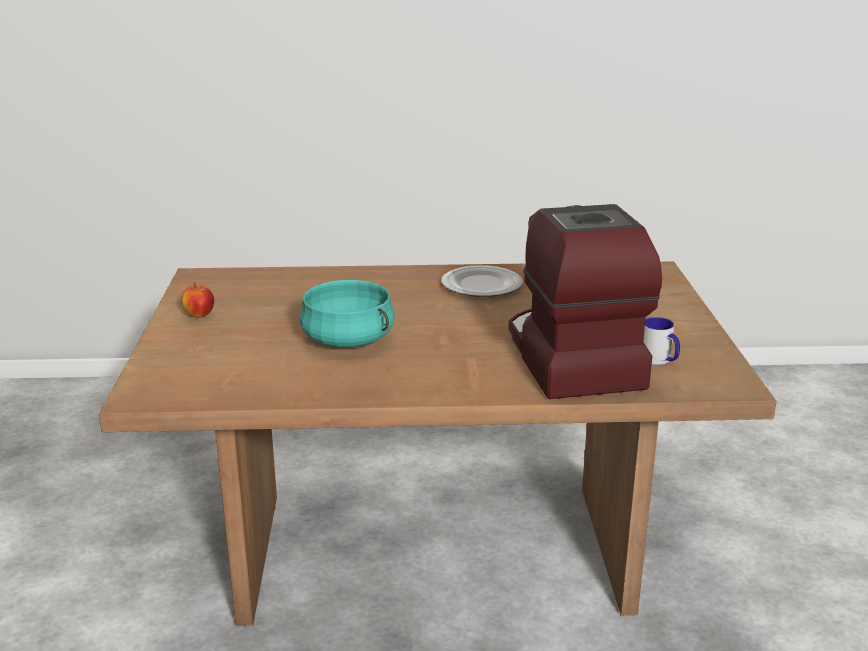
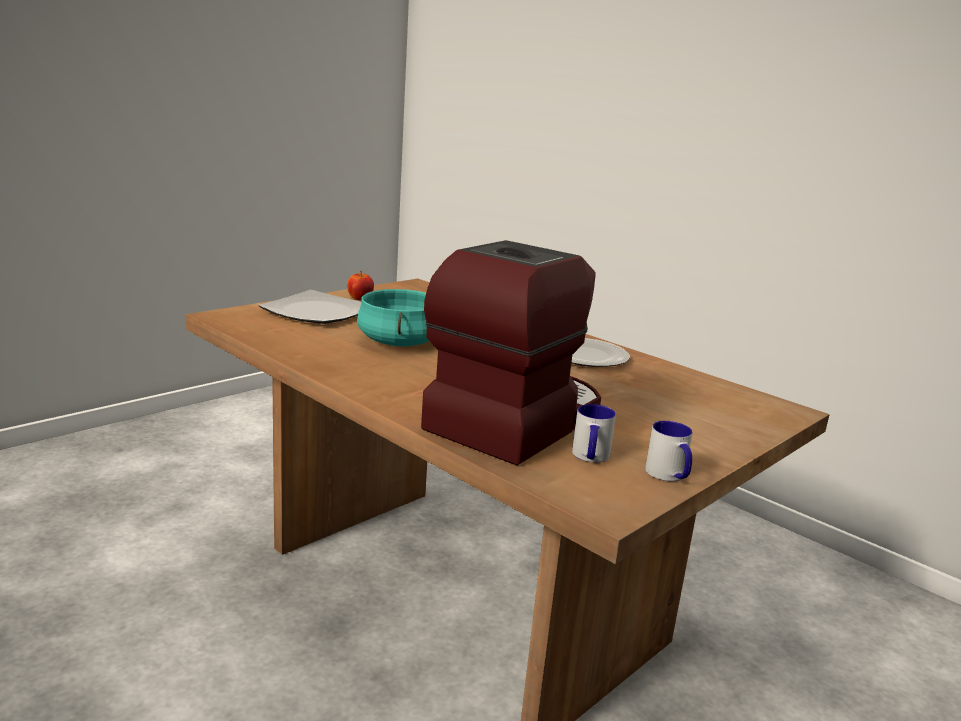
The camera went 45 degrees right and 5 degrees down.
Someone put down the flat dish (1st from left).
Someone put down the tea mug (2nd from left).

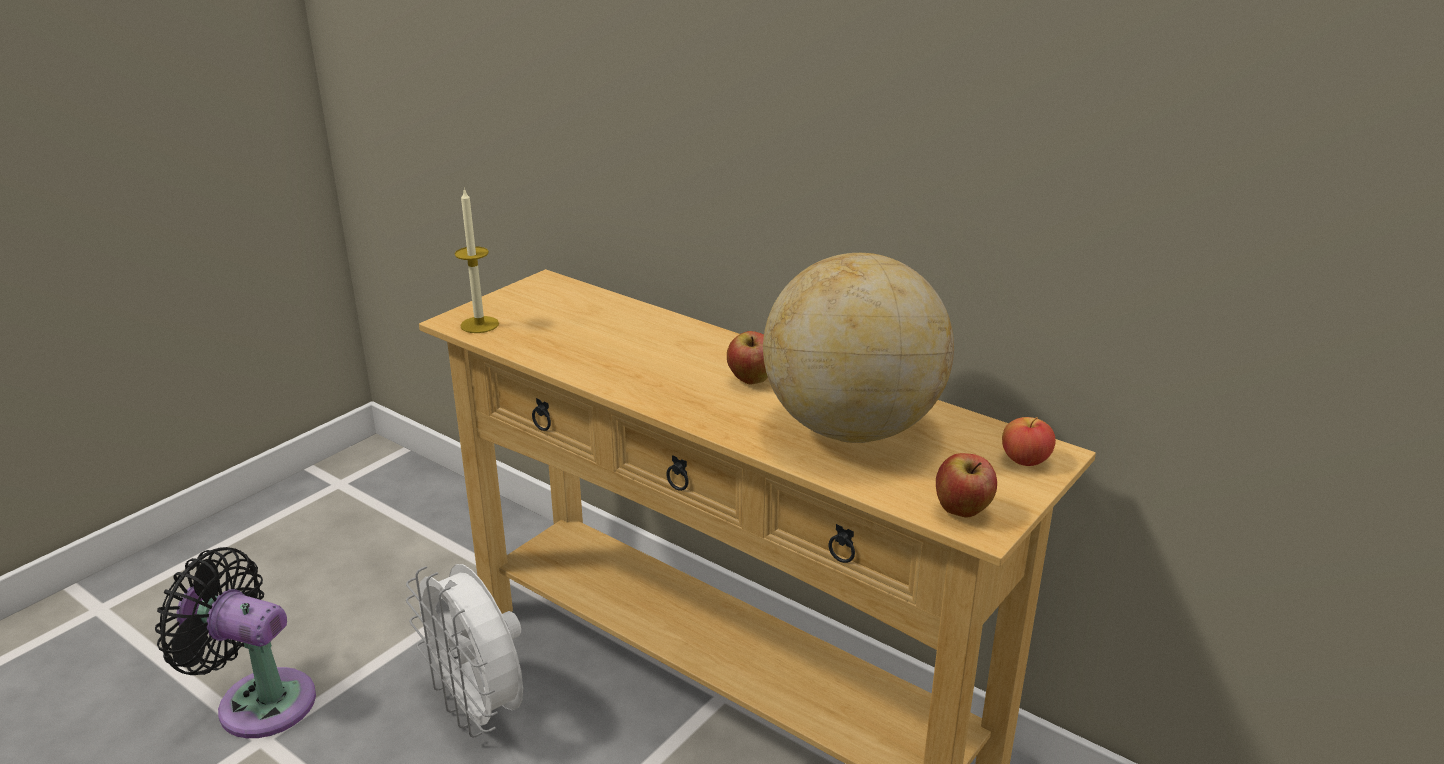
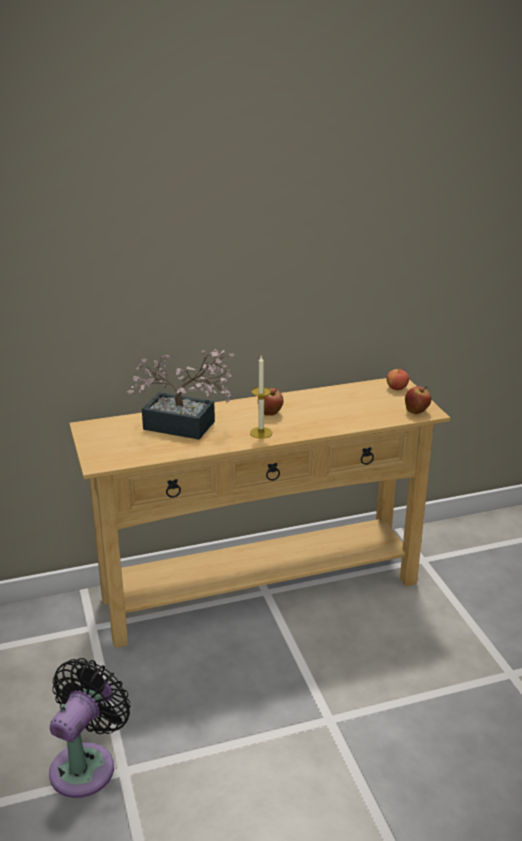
The camera went 55 degrees left and 0 degrees up.
Someone took away the cooling fan (whitish).
Someone took away the desk globe.
Someone put down the plant in a pot.
Someone carried the wax light.
Someone rotated the cooling fan (black) by 150 degrees clockwise.

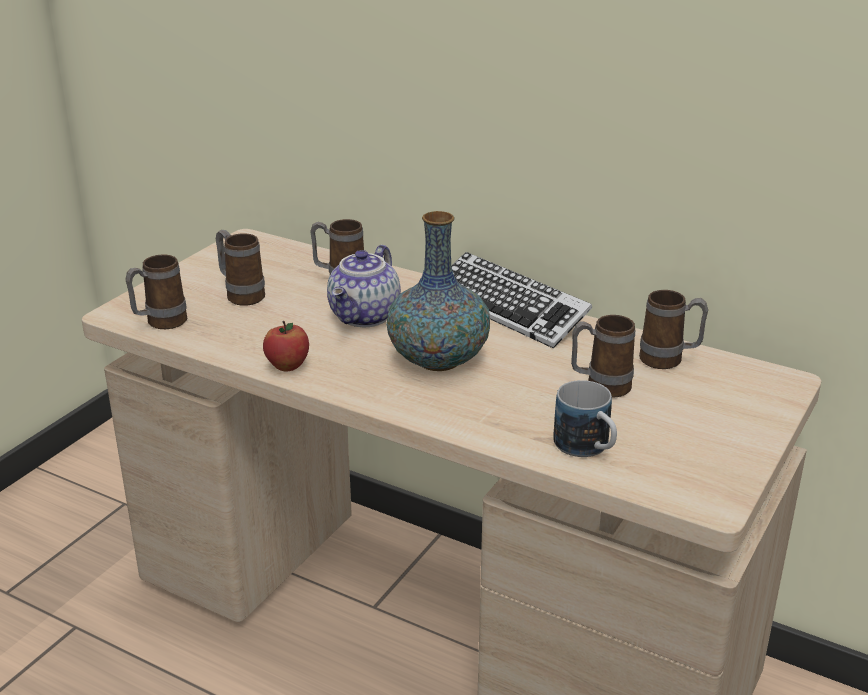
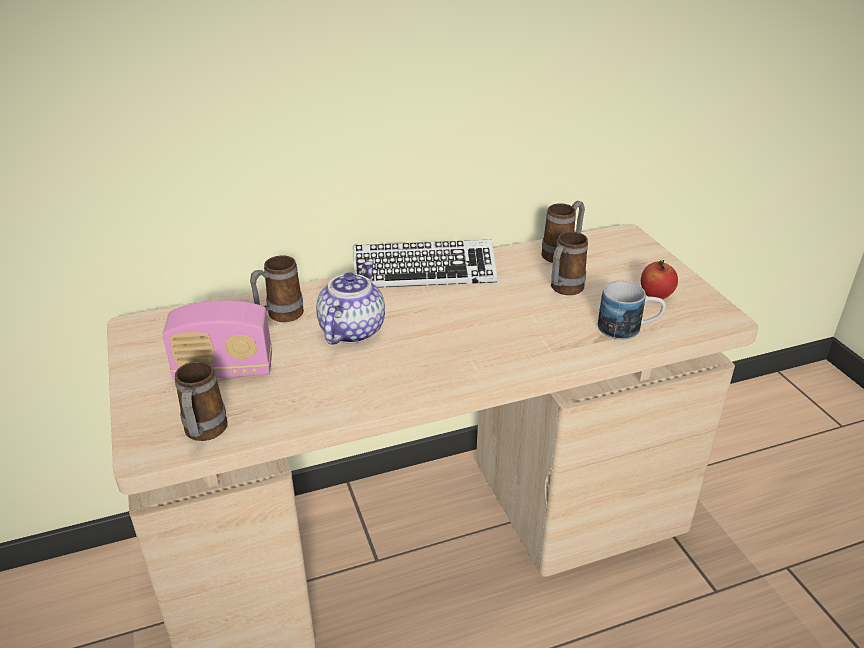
The camera went 50 degrees left and 5 degrees up.
Someone took away the flower vase.
Someone carried the apple.
Someone swapped the tea mug (2nd from left) for the radio receiver.
Someone rotated the teapot by 135 degrees counterclockwise.

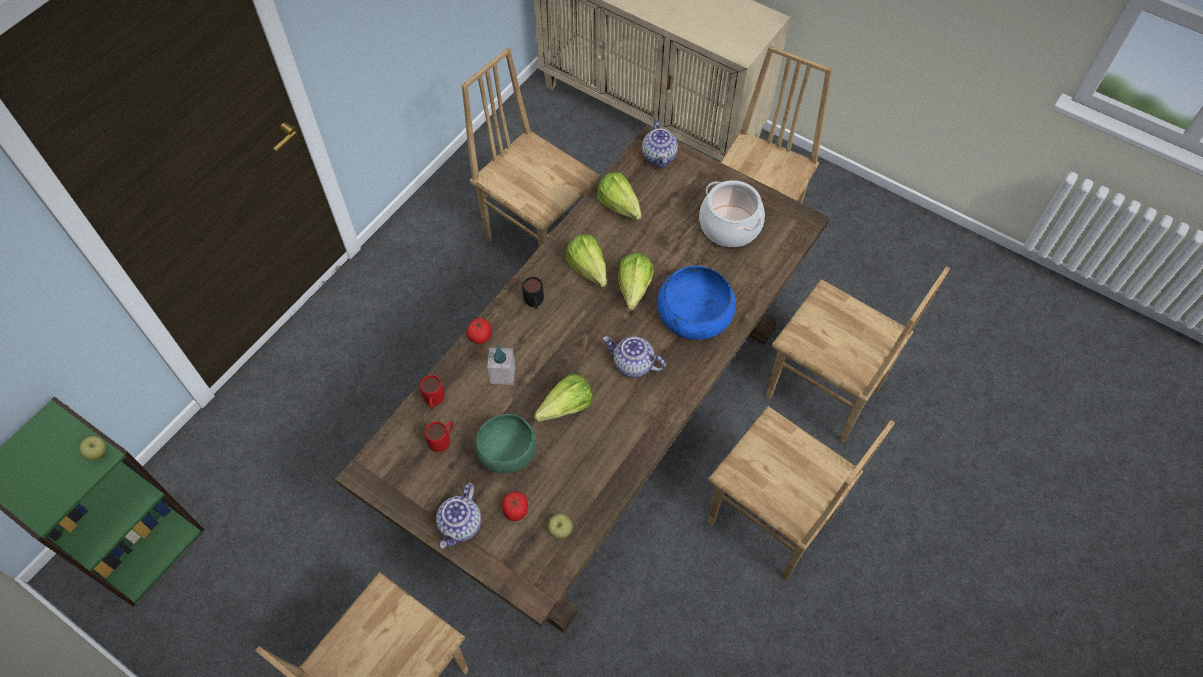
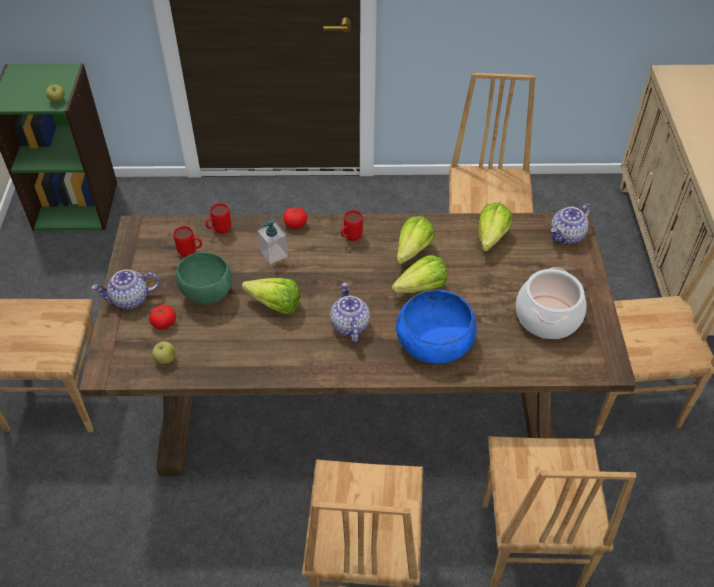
The camera went 55 degrees right and 10 degrees down.
Someone repainted the tea mug (black), which became the tea mug (reddish) (3rd from left).

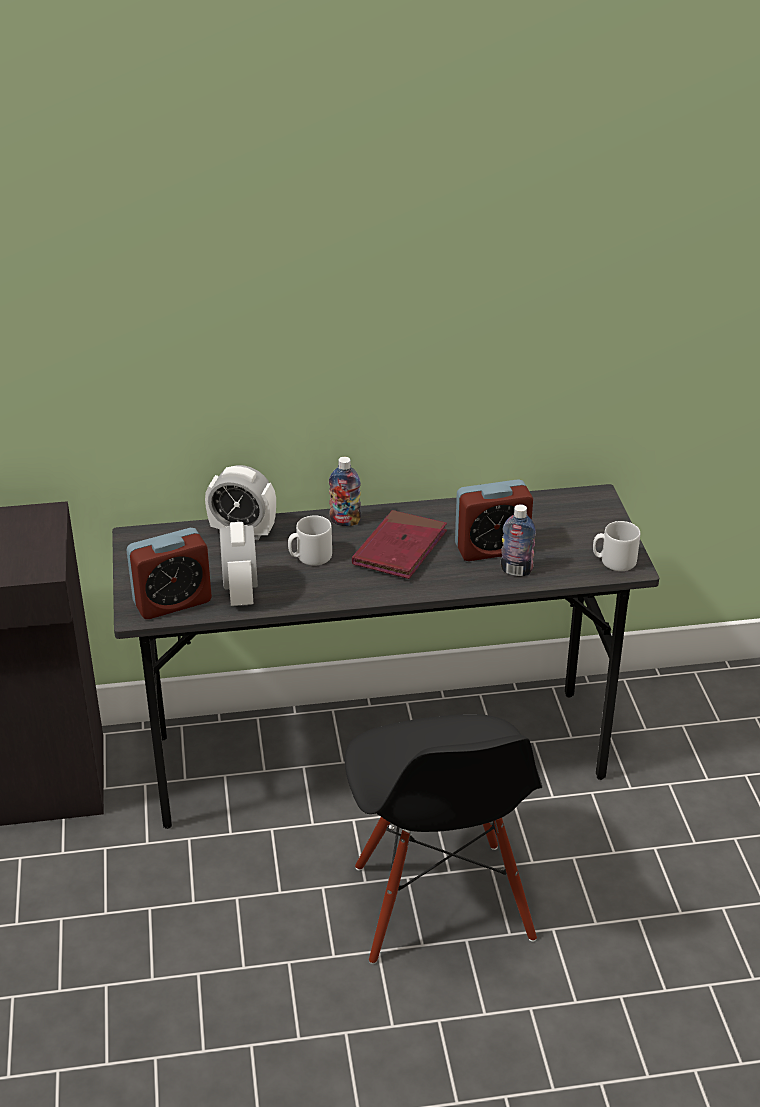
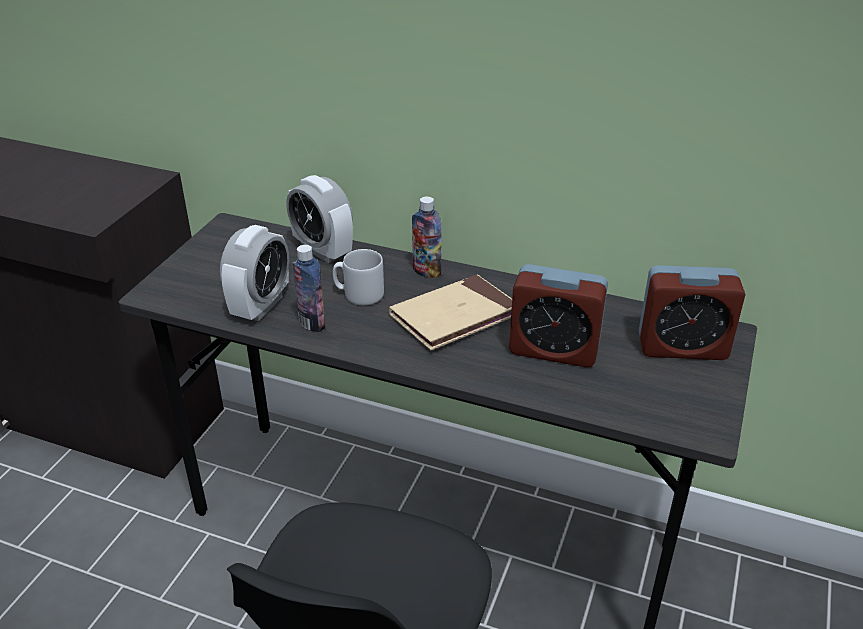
The camera went 30 degrees right and 0 degrees up.
Someone took away the tea mug (greyish) (2nd from left).
Someone carried the table clock (1st from left in the first image).
Someone carried the drink bottle (2nd from left in the first image).
Someone repainted the book (reddish), which became the book (sand-coloured).

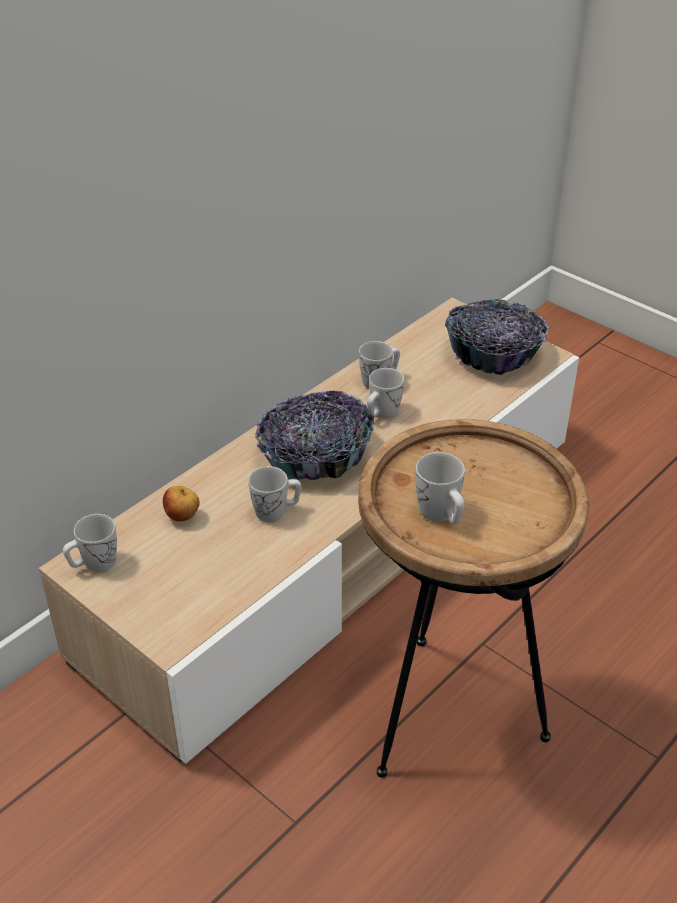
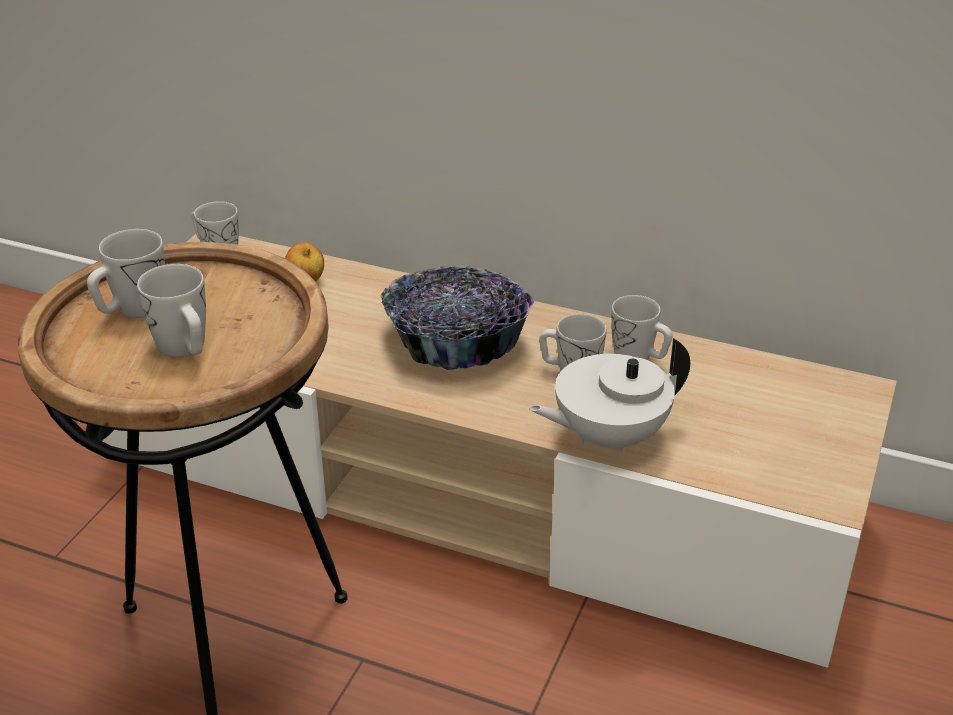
The camera went 70 degrees right and 5 degrees down.
Someone took away the bowl (2nd from left).
Someone put down the teapot (whitish).
Someone carried the tea mug (whitish) (2nd from left).

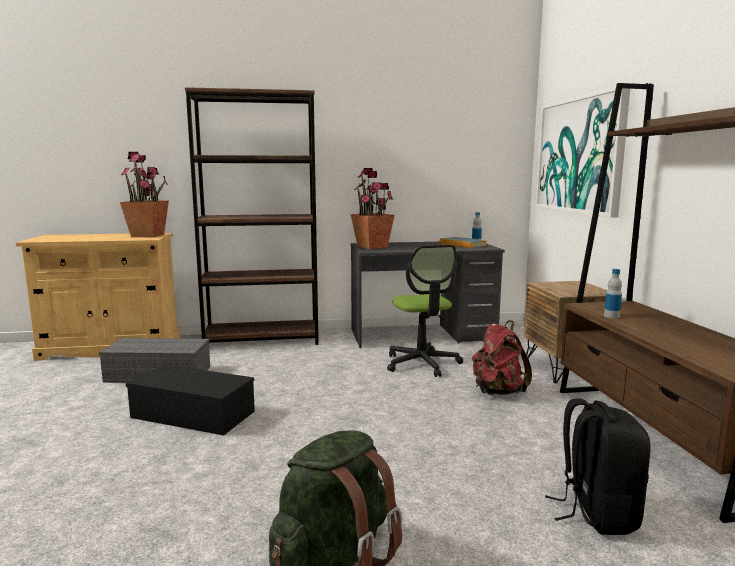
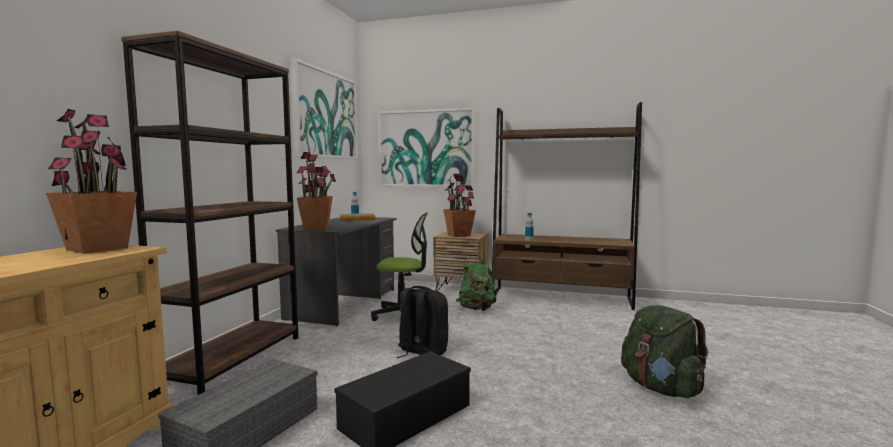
The camera went 65 degrees left and 5 degrees down.
Someone put up the wall art (1st from left).
Someone put down the plant in a pot (3rd from left).
Someone carried the backpack (black).
Someone repainted the backpack (reddish), which became the backpack (green-coloured) (1st from left).

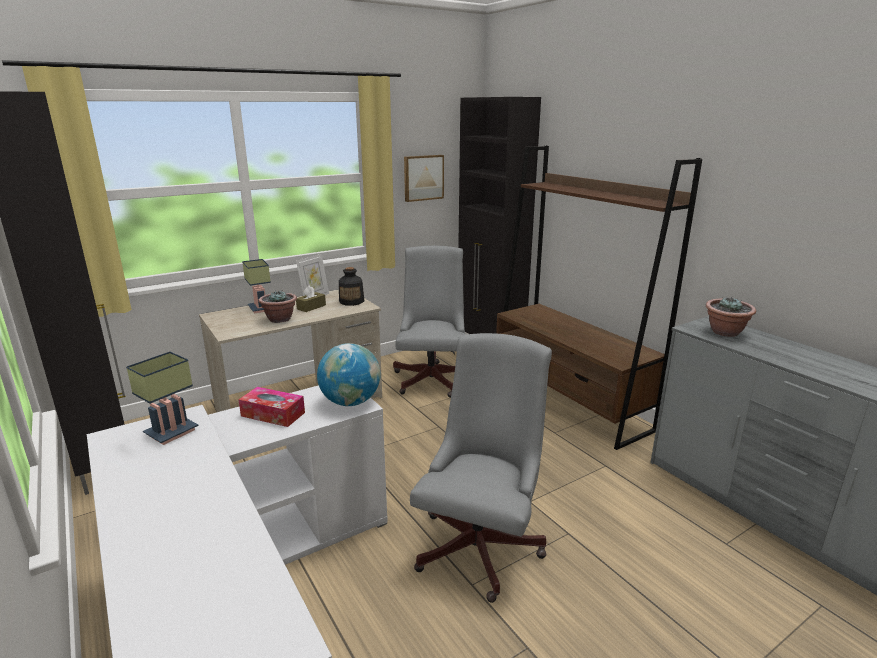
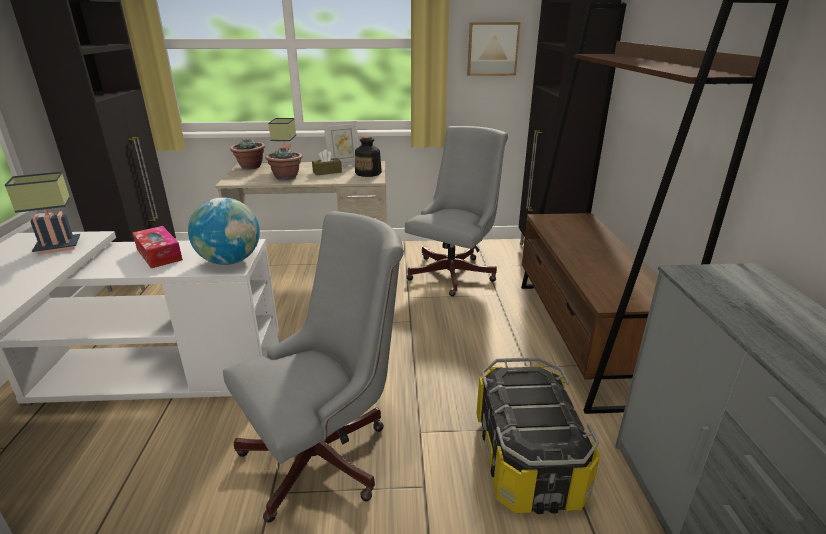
The camera went 30 degrees right and 5 degrees up.
Someone put down the storage box.
Someone carried the plant in a pot (2nd from left in the first image).

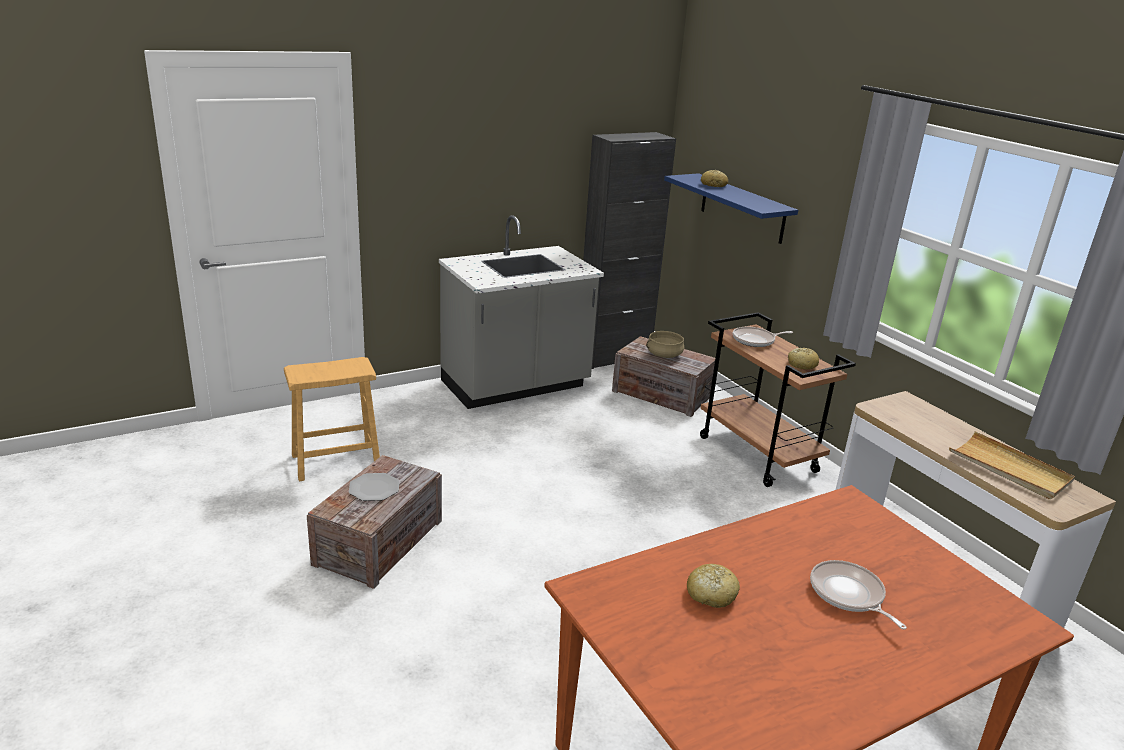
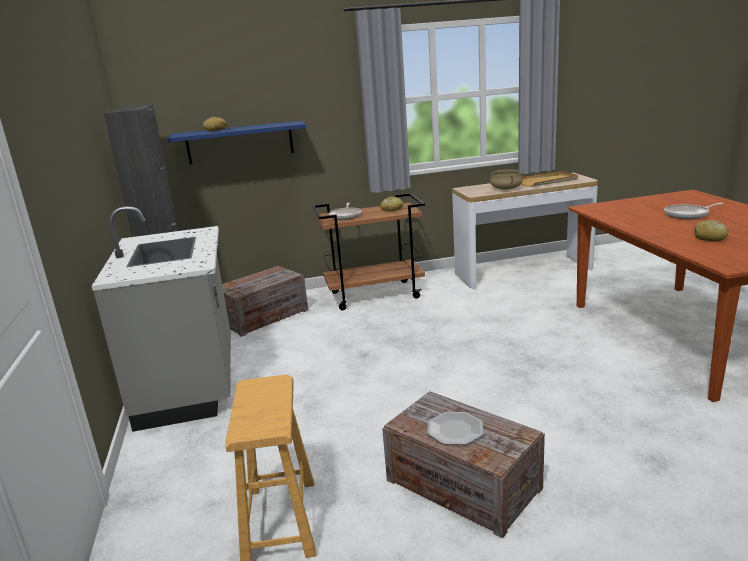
The camera went 70 degrees left and 5 degrees down.
Someone carried the saucepot (sand-coloured).

